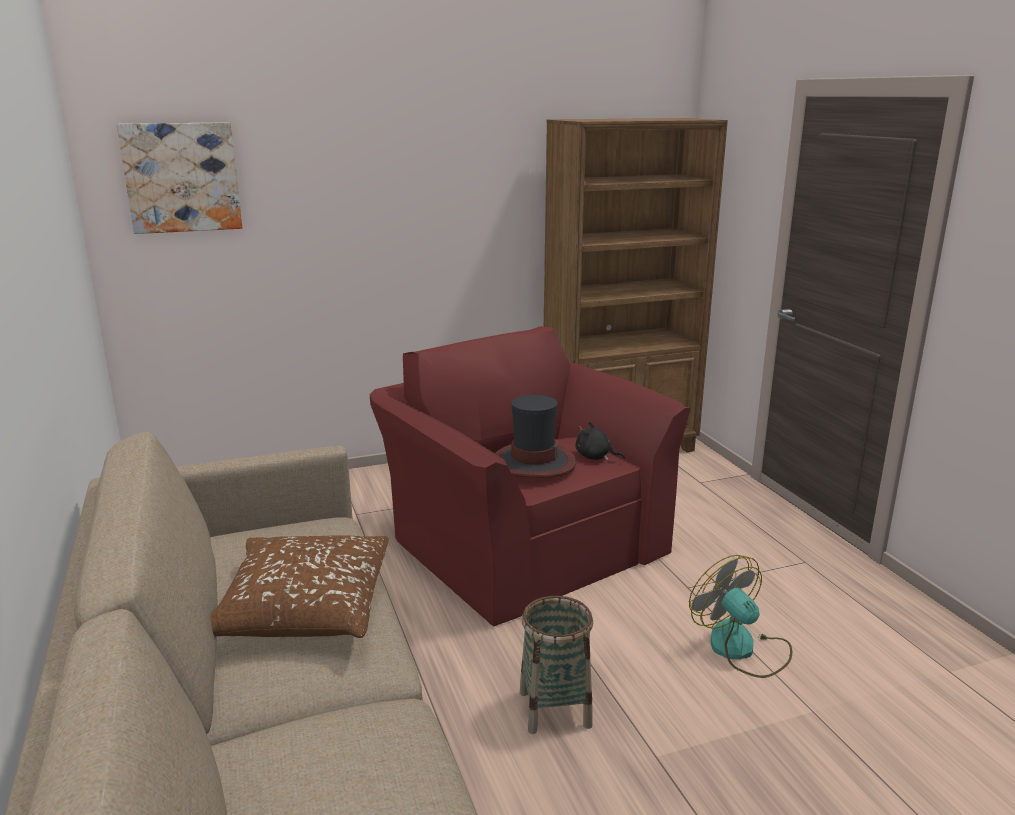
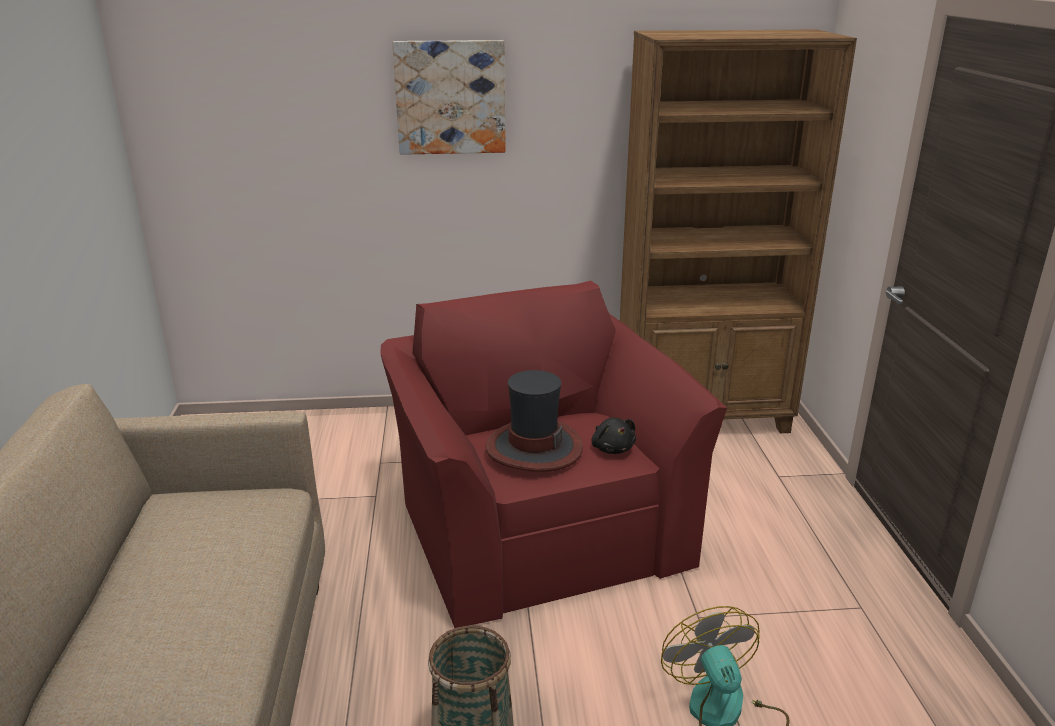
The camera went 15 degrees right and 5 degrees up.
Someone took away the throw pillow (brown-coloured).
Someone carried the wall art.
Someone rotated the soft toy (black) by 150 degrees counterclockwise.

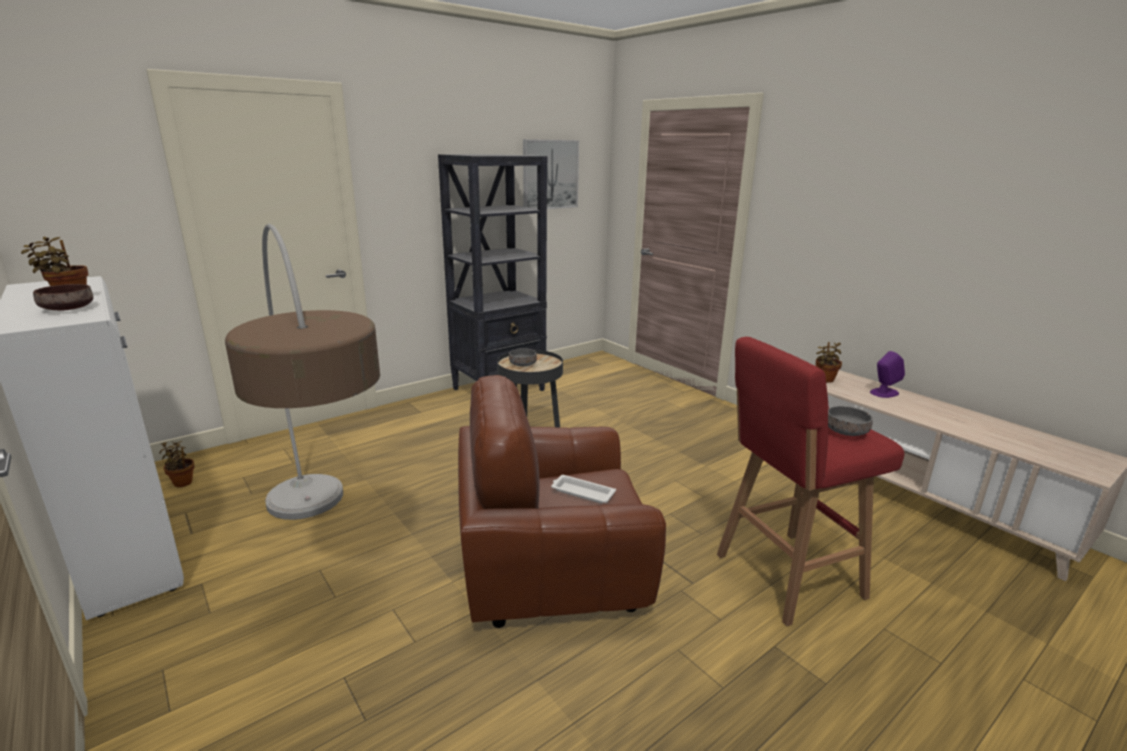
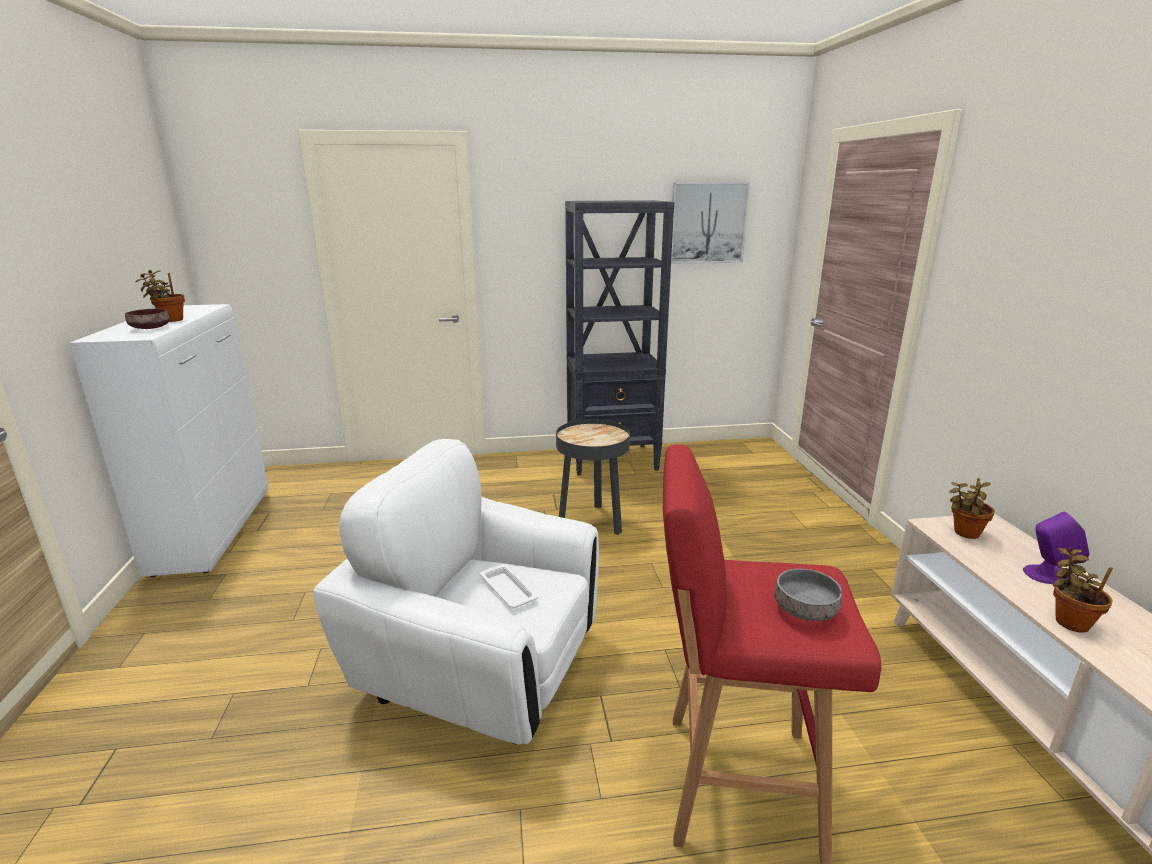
The camera went 30 degrees right and 0 degrees up.
Someone took away the floor lamp.
Someone took away the bowl (greyish) (1st from left).
Someone carried the plant in a pot (2nd from left in the first image).
Someone repainted the easy chair (brown-coloured), which became the easy chair (whitish).

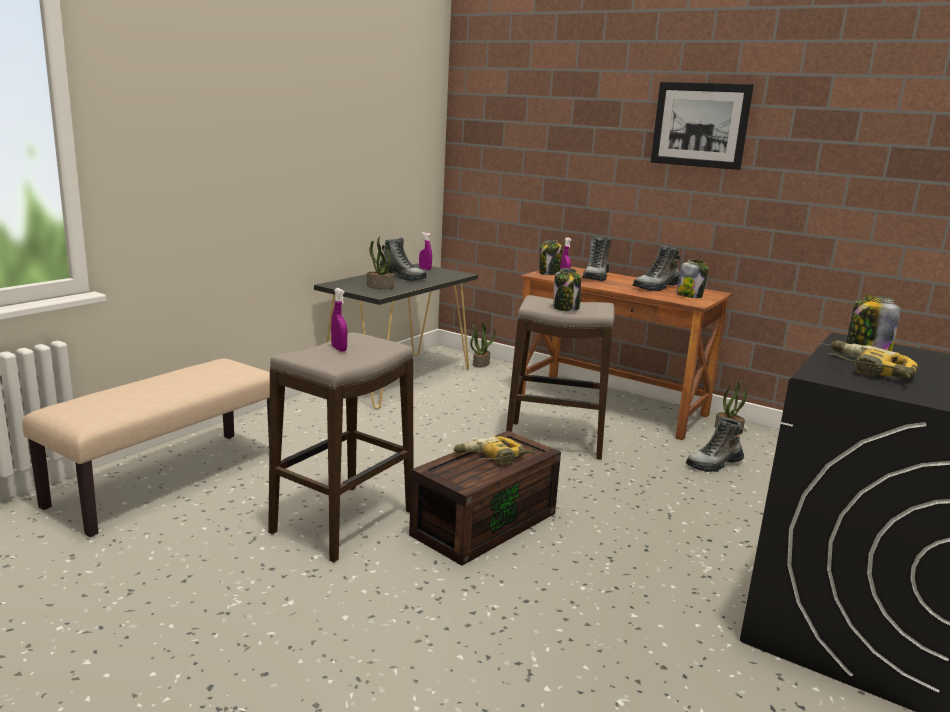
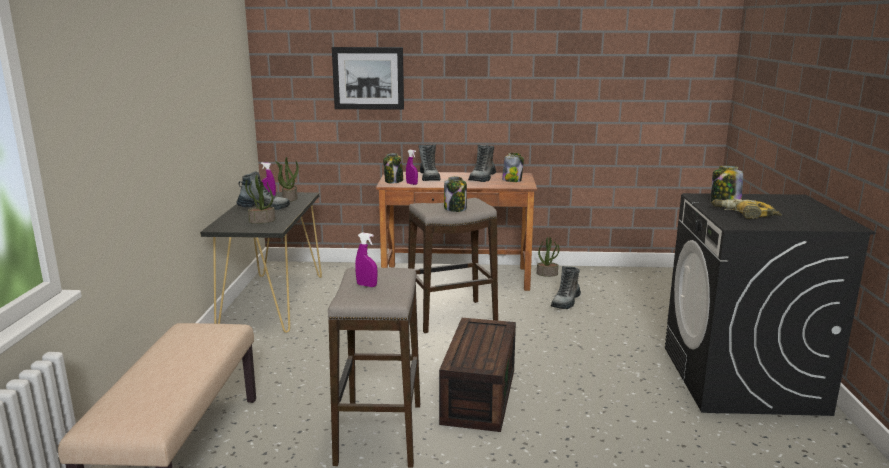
The camera went 30 degrees left and 0 degrees up.
Someone took away the drill (1st from left).
Someone carried the plant in a pot (2nd from left).
Someone carried the wall art.

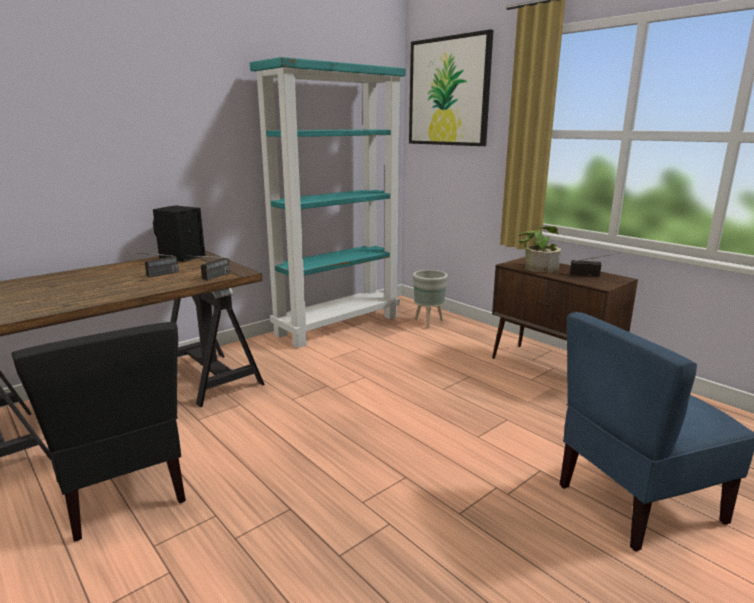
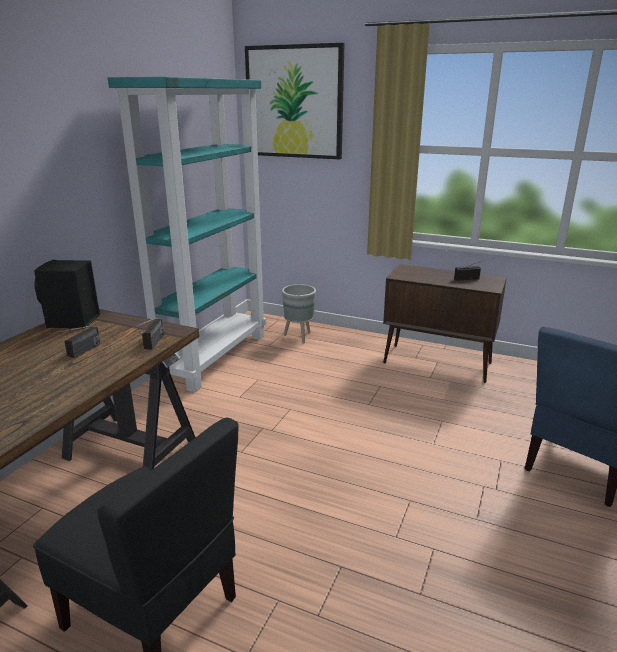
The camera went 25 degrees left and 5 degrees up.
Someone took away the plant in a pot.

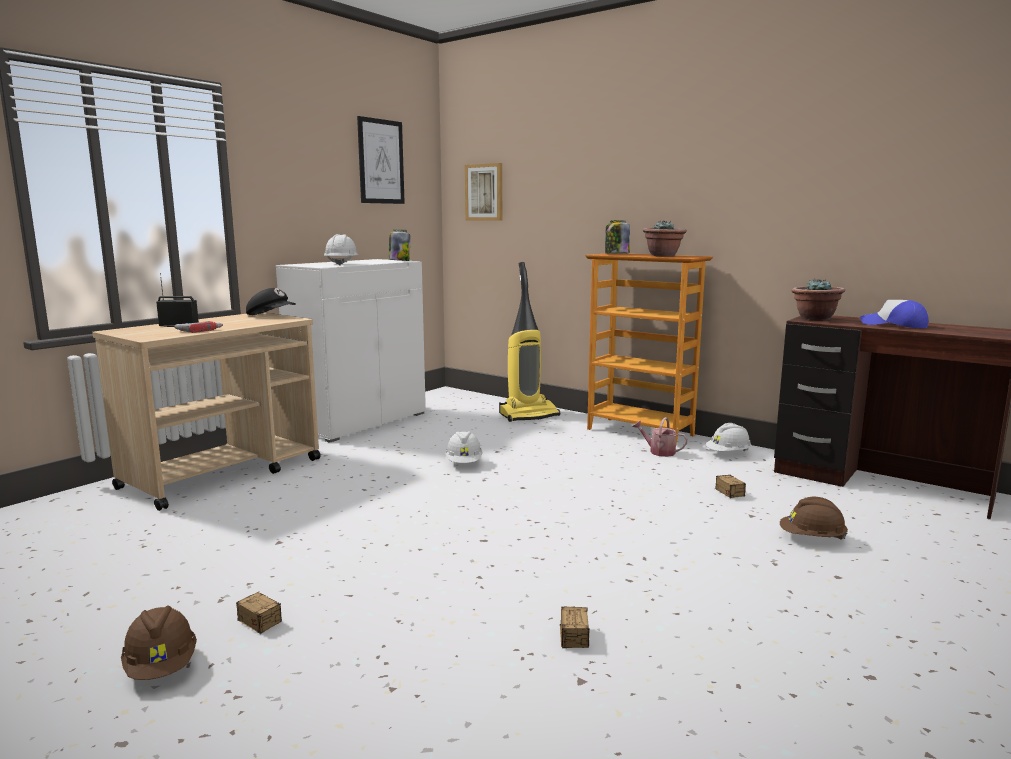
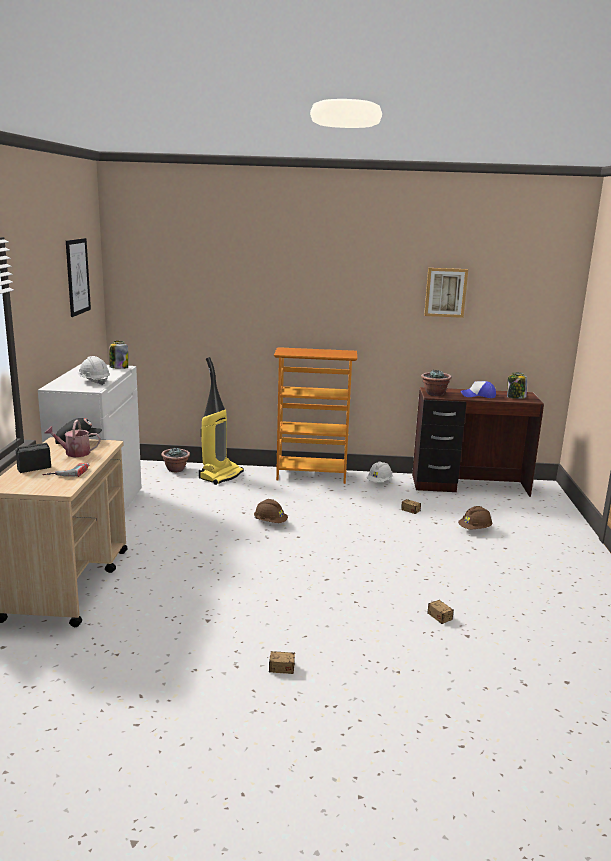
The camera went 35 degrees left and 5 degrees up.
Someone took away the work helmet (whitish) (2nd from left).
Someone carried the work helmet (brown-coloured) (1st from left).
Someone carried the wall art (2nd from left).
Someone carried the jar (2nd from left).
Someone carried the watering pot.
Someone carried the plant in a pot (1st from left).

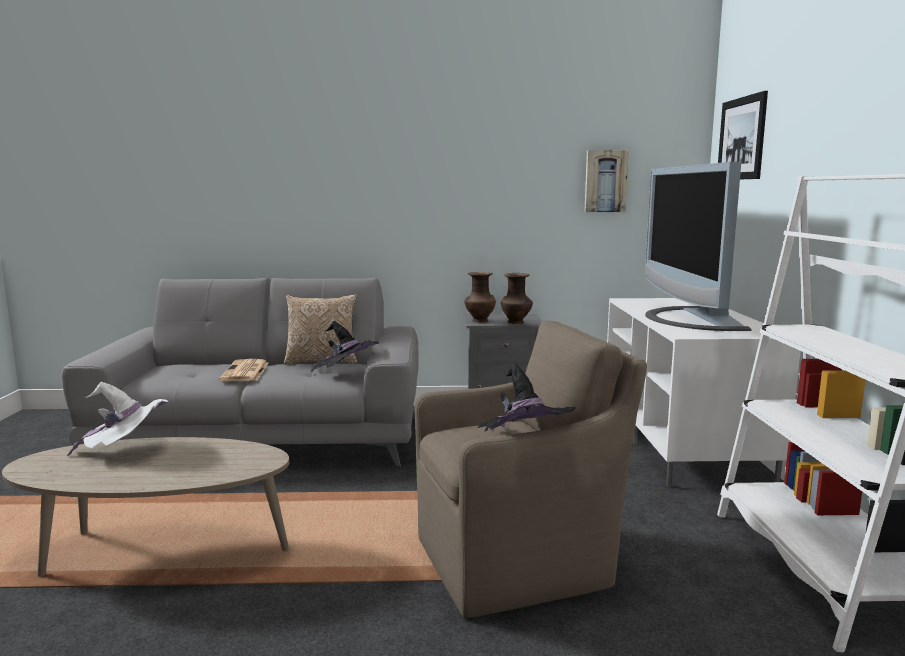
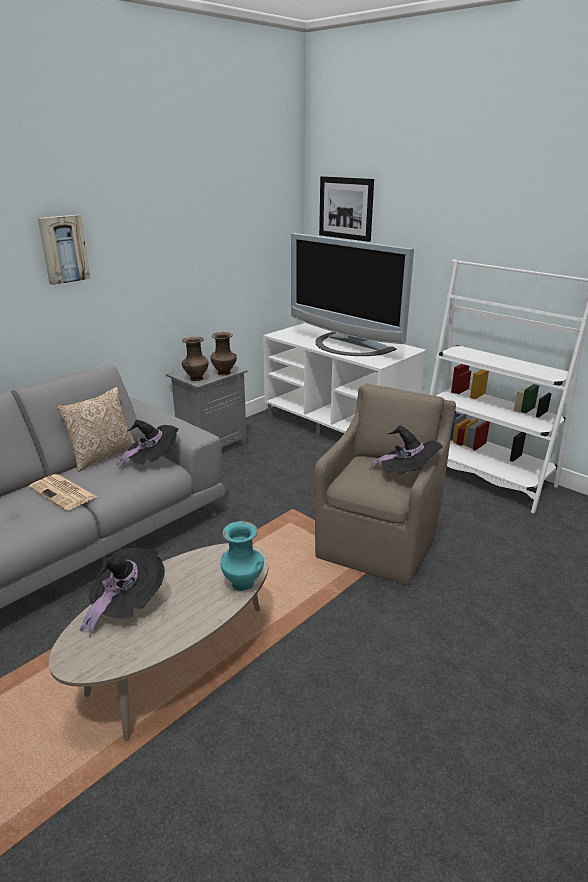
The camera went 45 degrees left and 15 degrees up.
Someone put down the flower vase (turquoise-coloured).
Someone carried the wall art (1st from left).
Someone repainted the hat (whitish), which became the hat (black) (1st from left).

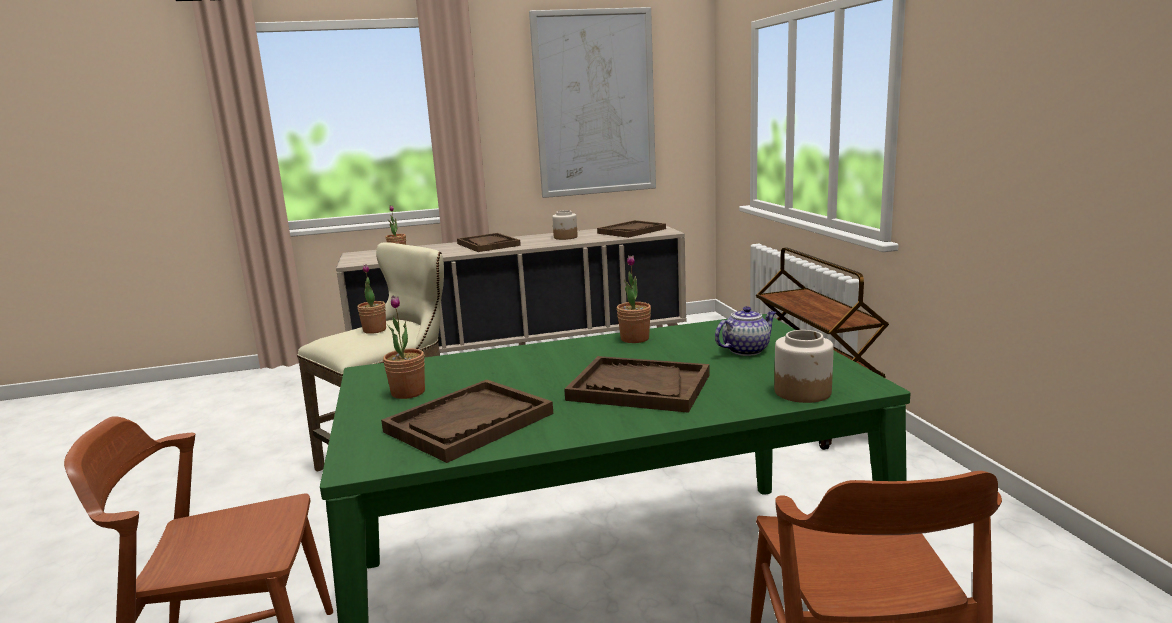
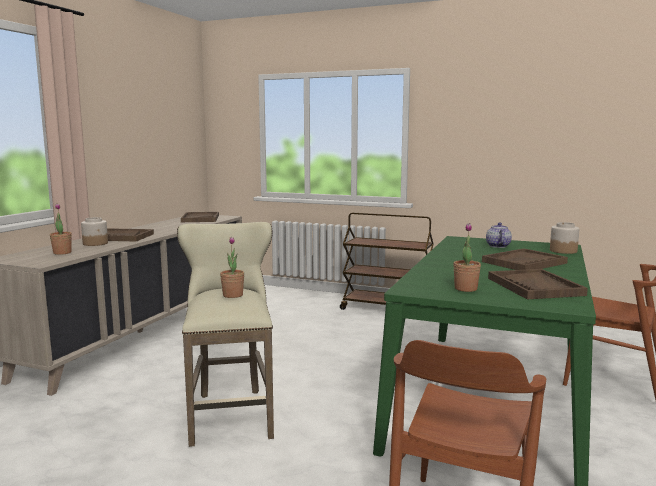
The camera went 55 degrees left and 5 degrees down.
Someone took away the wall art.
Someone took away the plant in a pot (4th from left).
Someone carried the jar (1st from left).

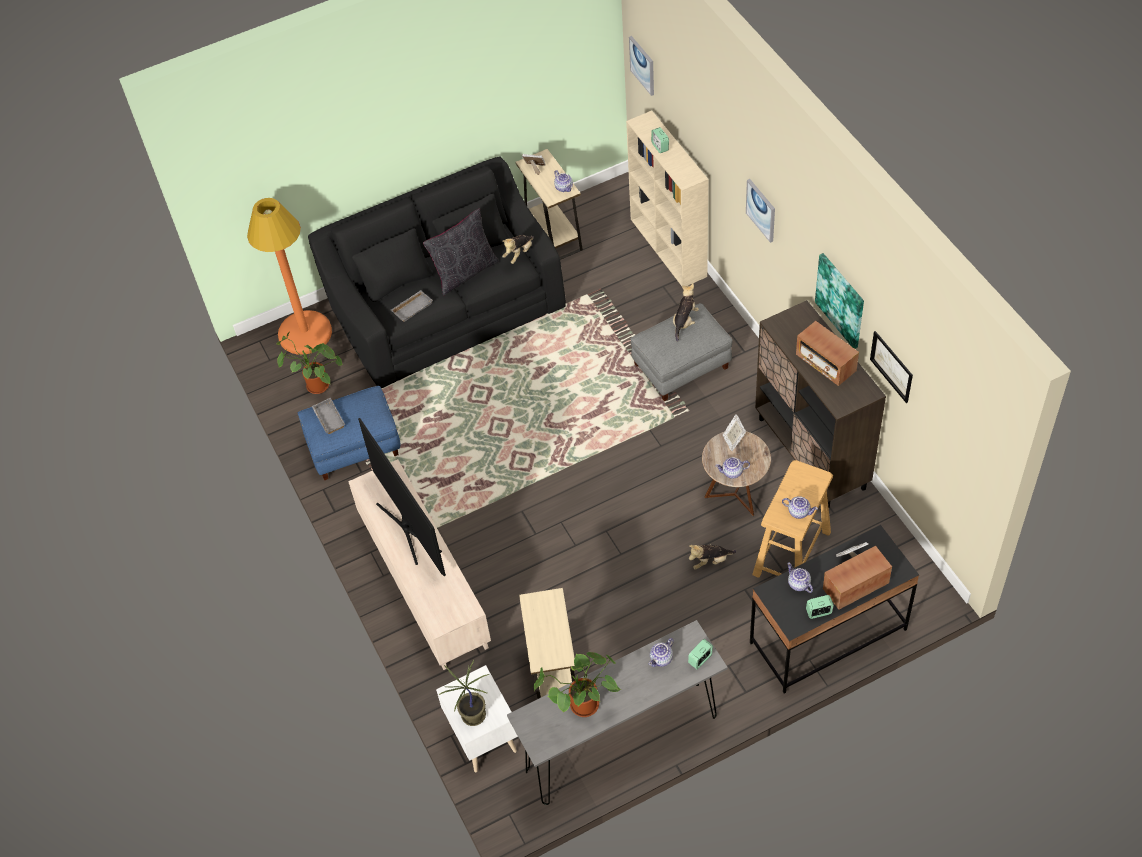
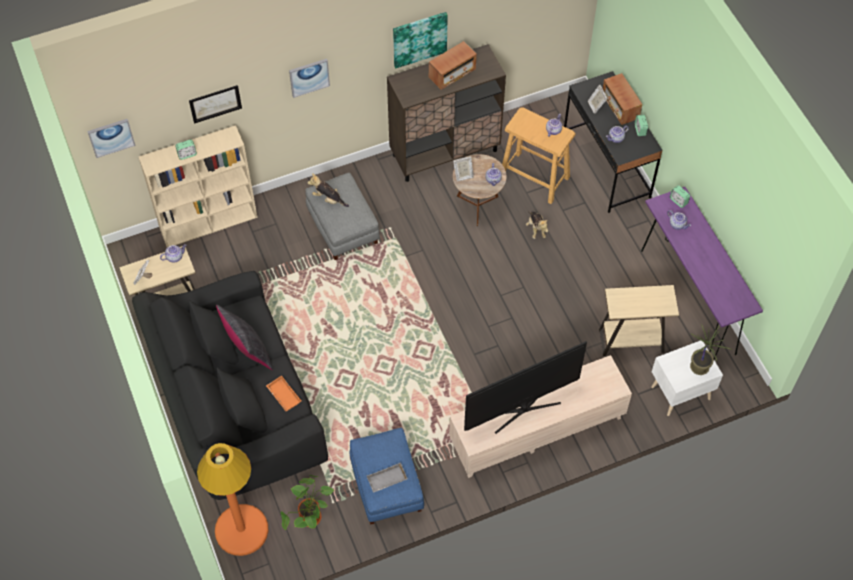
The camera went 90 degrees left and 5 degrees up.
Someone took away the soft toy (1st from left).
Someone took away the plant in a pot (3rd from left).
Someone carried the wall art (4th from left in the first image).
Someone repainted the carrying tray (greyish) (2nd from left), which became the carrying tray (orange-coloured).
Someone repainted the hall table (greyish), which became the hall table (purple).

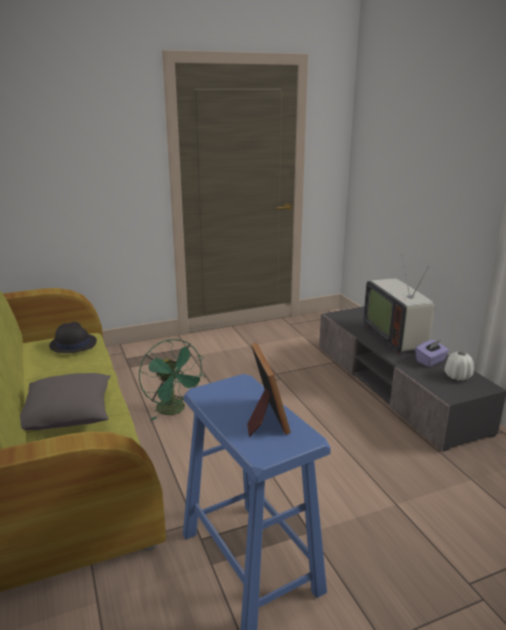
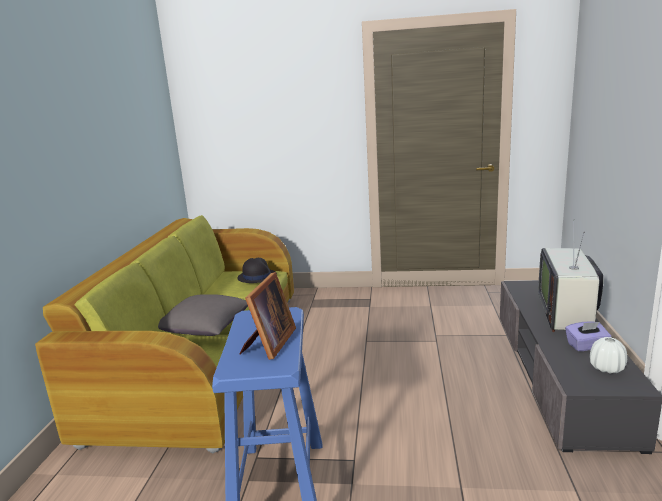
The camera went 30 degrees right and 5 degrees down.
Someone took away the cooling fan (green-coloured).

